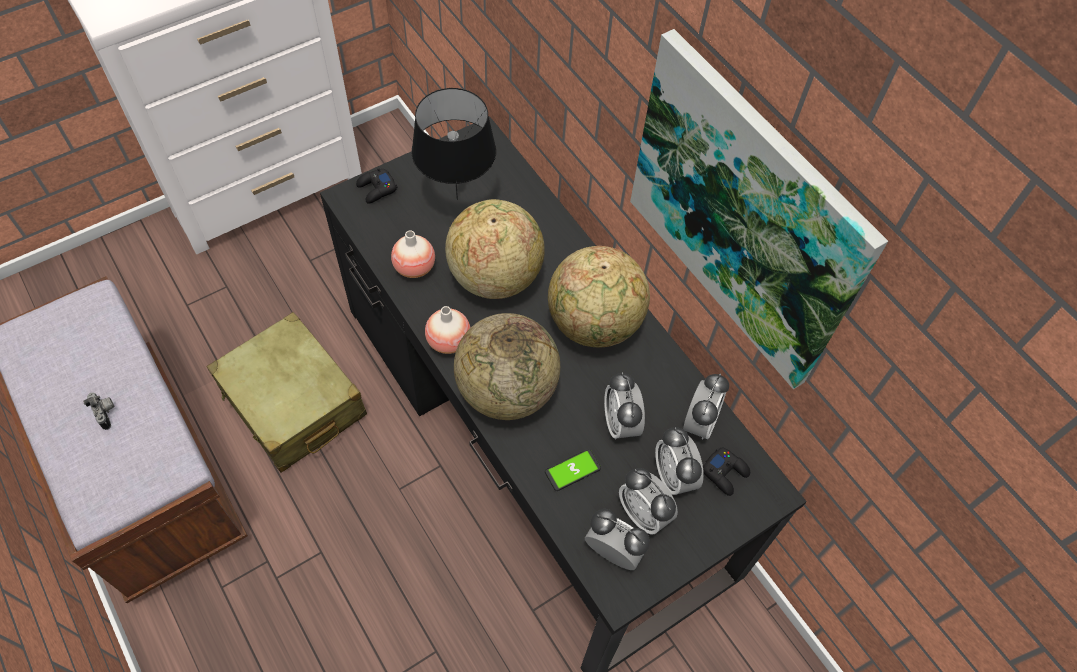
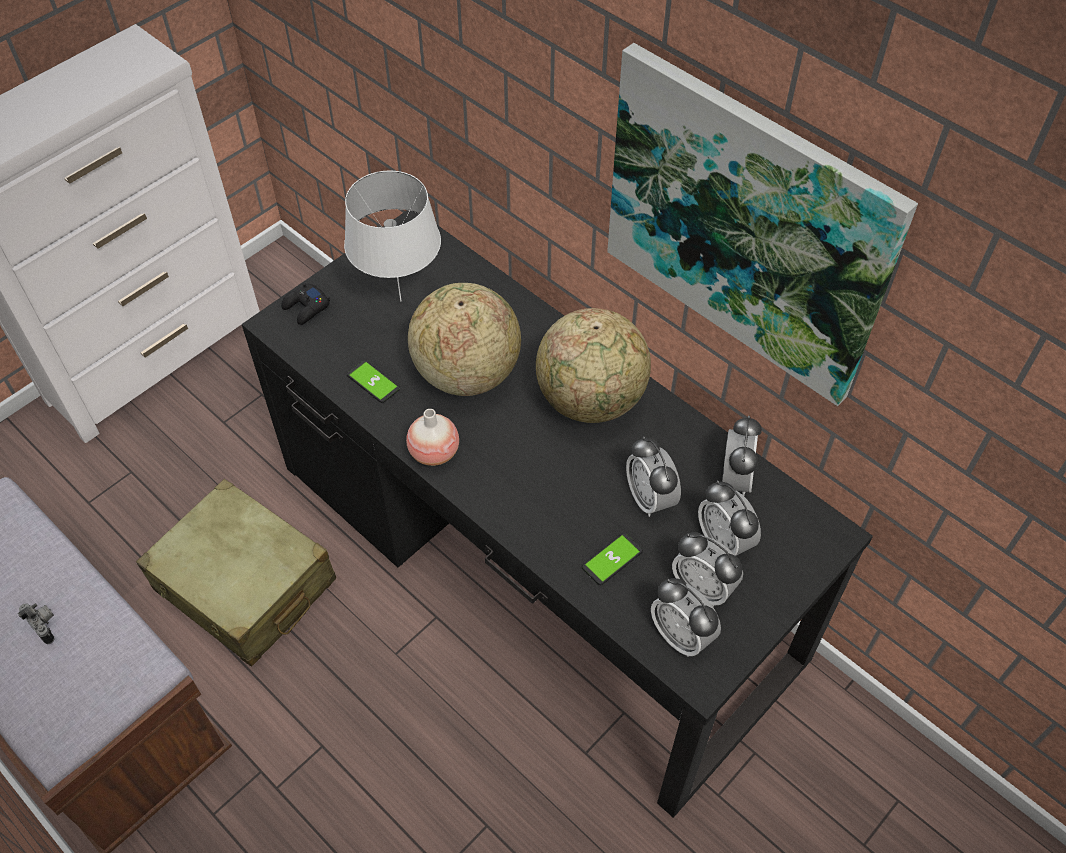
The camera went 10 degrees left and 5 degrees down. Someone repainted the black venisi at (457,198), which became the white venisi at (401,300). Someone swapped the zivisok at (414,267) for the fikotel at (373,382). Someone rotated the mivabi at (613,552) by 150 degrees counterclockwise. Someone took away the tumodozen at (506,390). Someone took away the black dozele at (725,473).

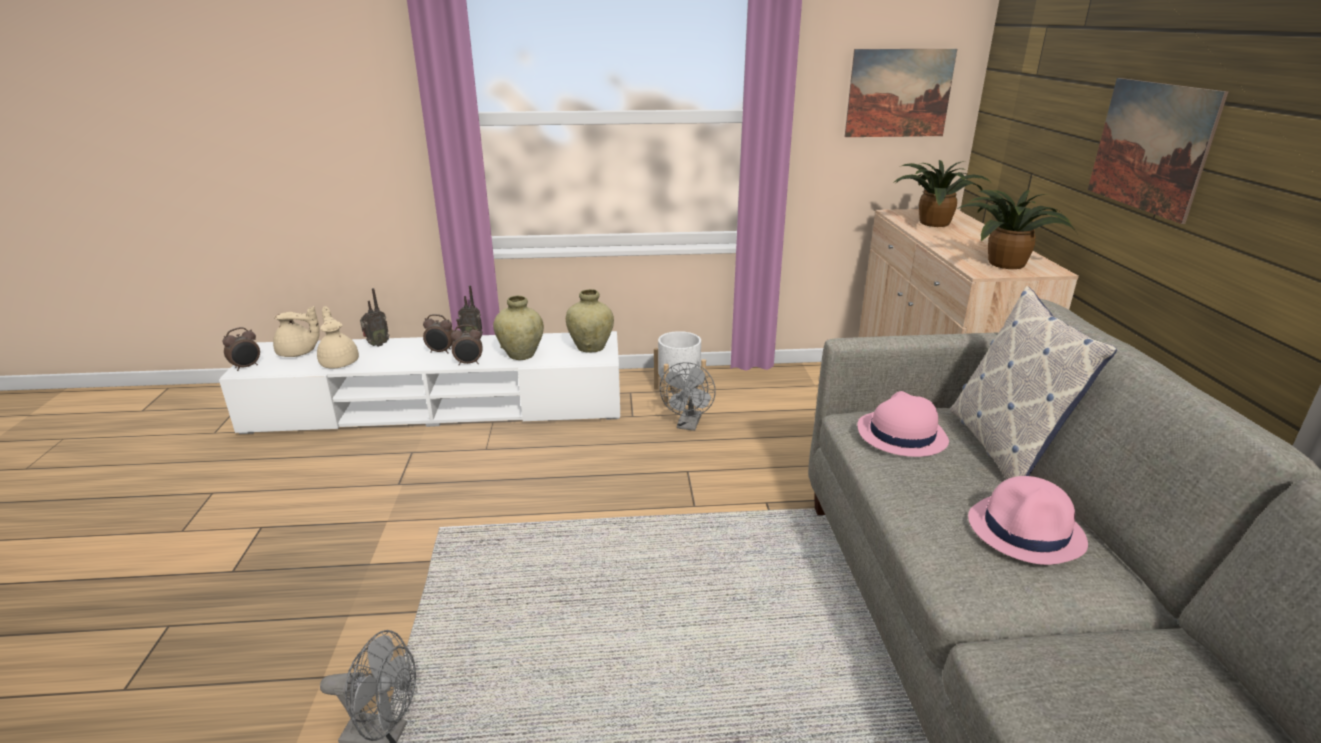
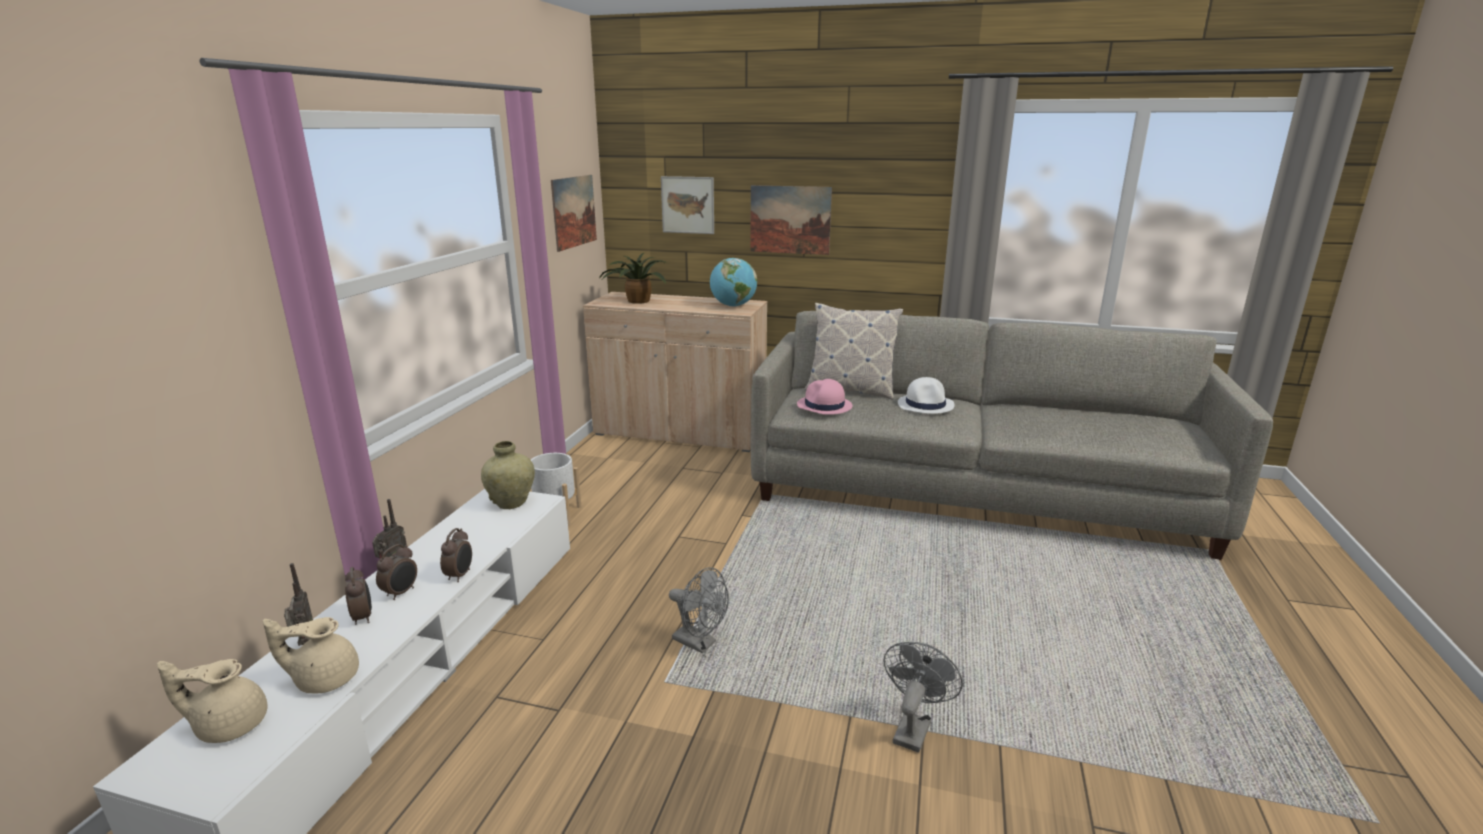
The camera went 70 degrees left and 5 degrees down. Someone rotated the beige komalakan at (298,353) by 120 degrees counterclockwise. Someone carried the mivabi from (247,367) to (363,617). Someone put up the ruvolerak at (688,205). Someone carried the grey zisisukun from (688,425) to (700,643). Someone swapped the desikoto at (1005,263) for the tumodozen at (733,306). Someone repainted the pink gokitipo at (1026,531), which became the white gokitipo at (926,405). Someone took away the beige zivisok at (521,355).

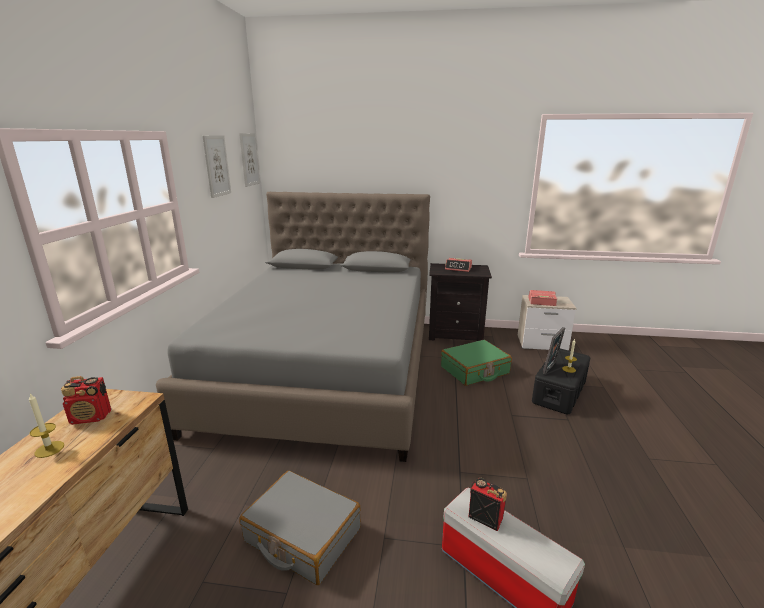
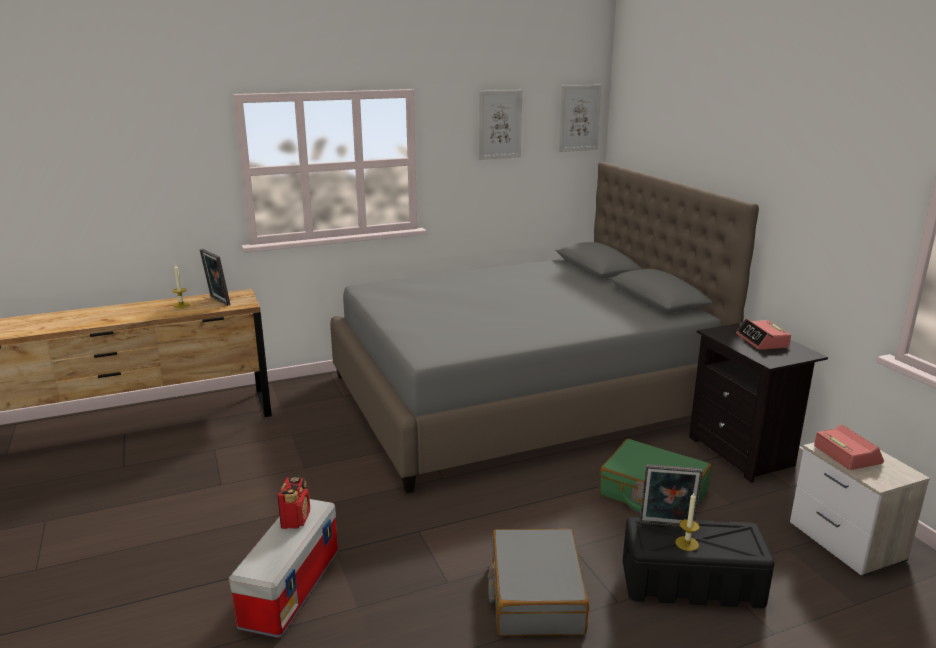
The camera went 60 degrees right and 0 degrees up. Someone swapped the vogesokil at (91,417) for the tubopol at (218,301). Someone carried the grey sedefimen from (302,535) to (535,595).

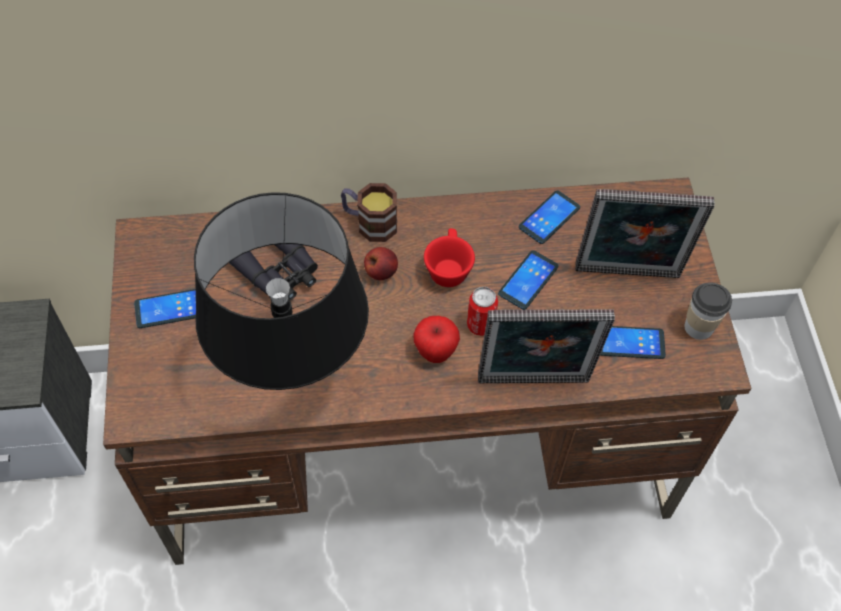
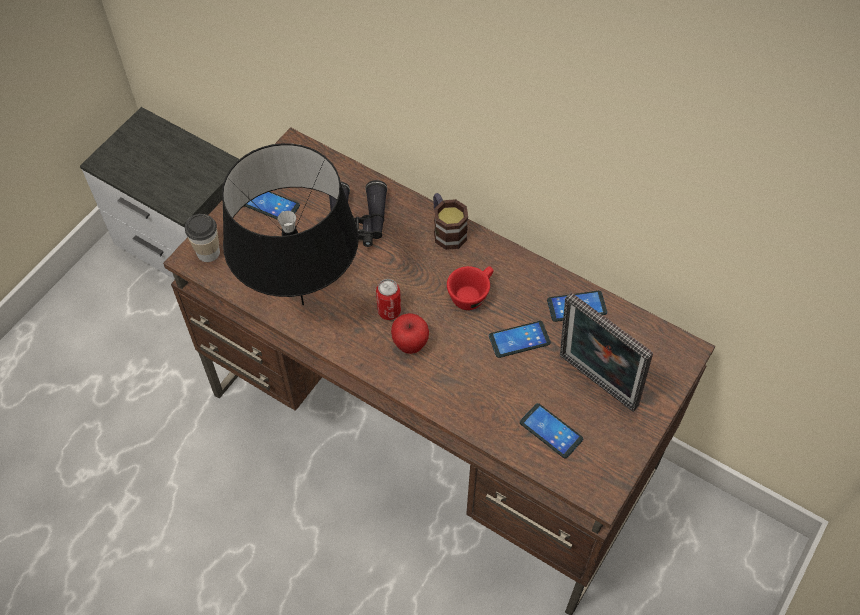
The camera went 40 degrees right and 0 degrees up. Someone carried the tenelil from (698,327) to (208,252). Someone carried the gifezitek from (480,325) to (389,311). Someone took away the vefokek at (381,272). Someone took away the tubopol at (533,385).

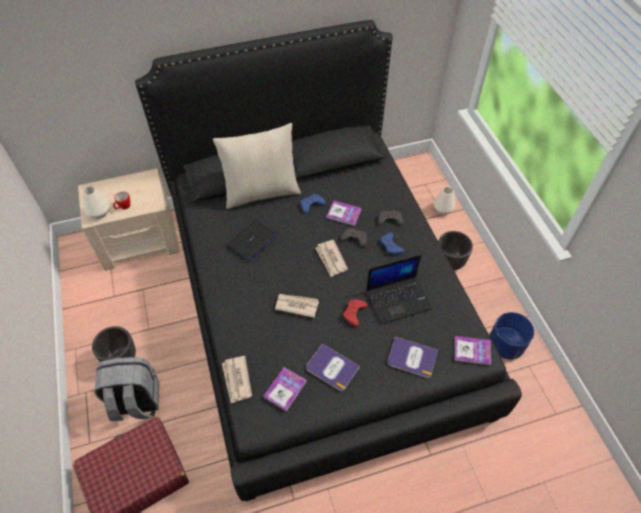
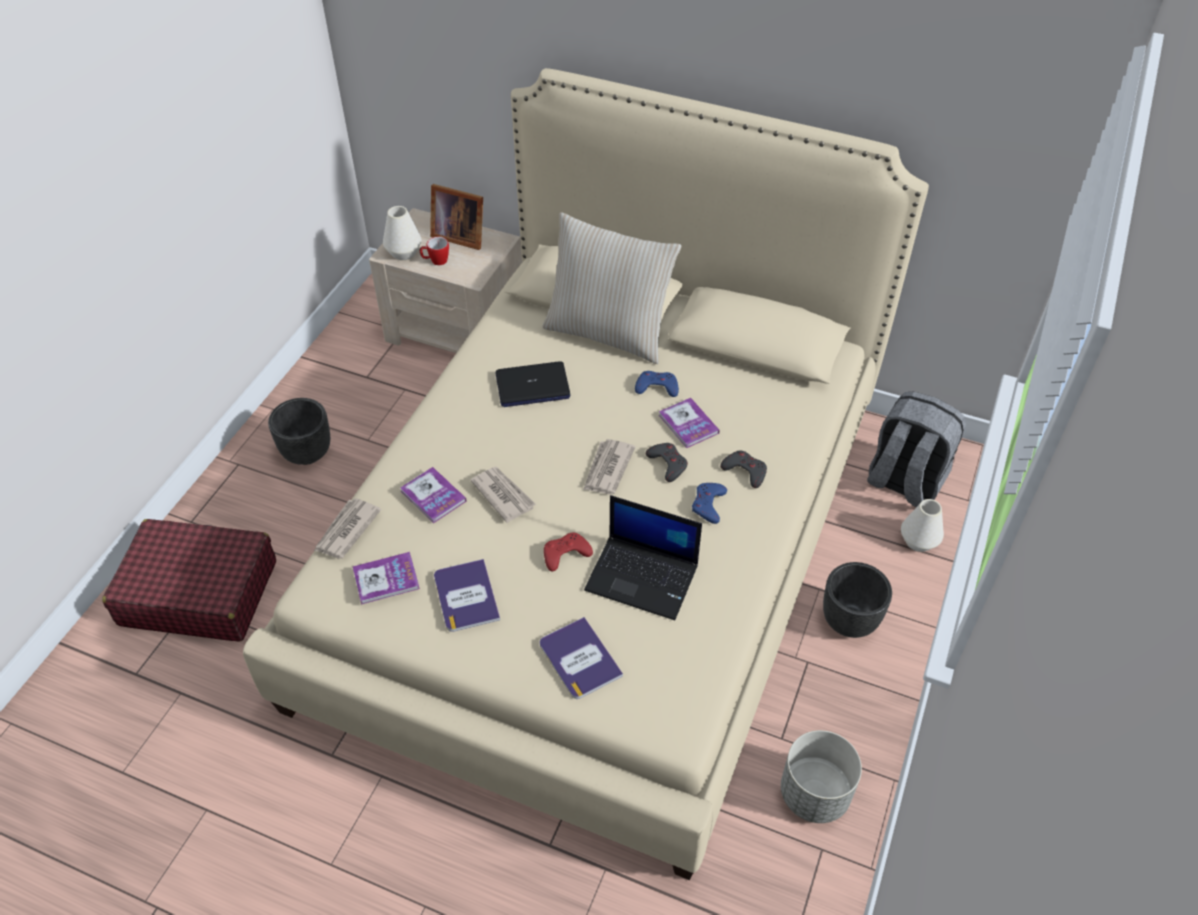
The camera went 40 degrees right and 5 degrees down. Someone repainted the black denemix at (319,304), which became the beige denemix at (598,550). Someone carried the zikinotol from (472,351) to (433,496). Someone put down the tubopol at (458,235). Someone repainted the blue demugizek at (505,345), which became the grey demugizek at (815,794). Someone carried the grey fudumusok from (136,402) to (904,482).

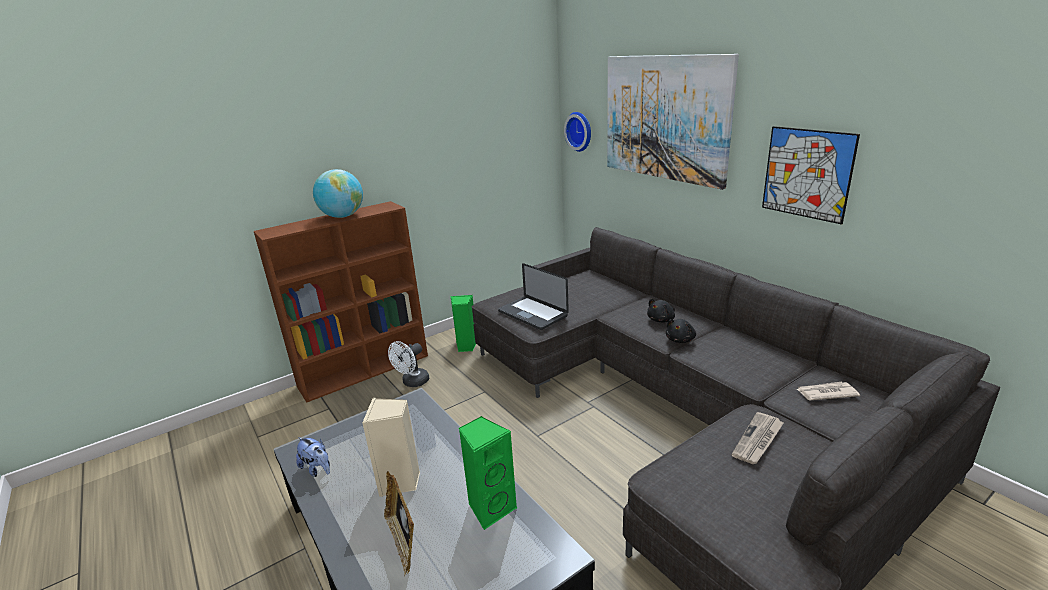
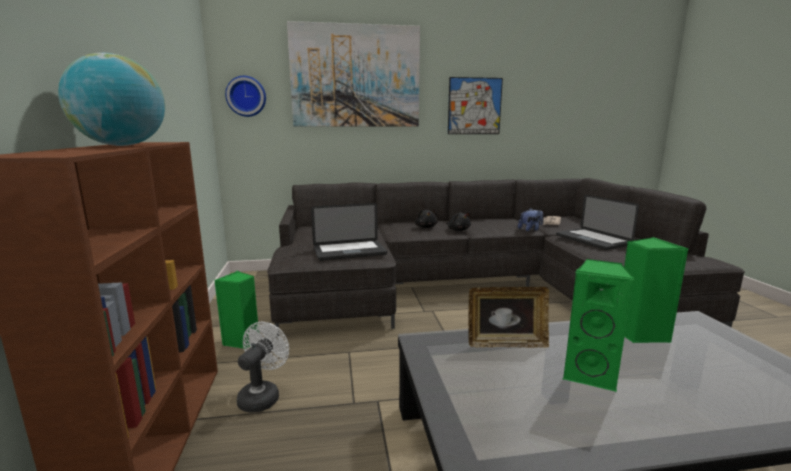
The camera went 65 degrees left and 10 degrees down. Someone rotated the white zisisukun at (412,382) by 135 degrees counterclockwise. Someone carried the tubopol from (403,542) to (506,343). Someone carried the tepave from (317,469) to (530,229). Someone swapped the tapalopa at (758,440) for the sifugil at (592,240). Someone repainted the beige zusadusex at (400,482), which became the green zusadusex at (590,374).

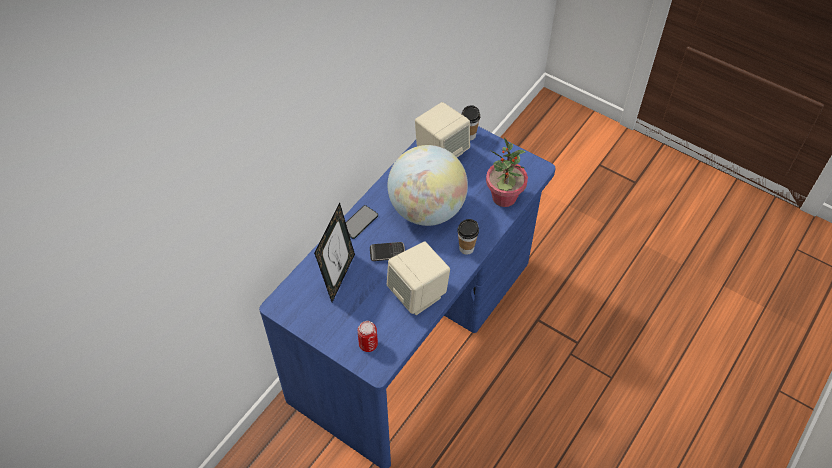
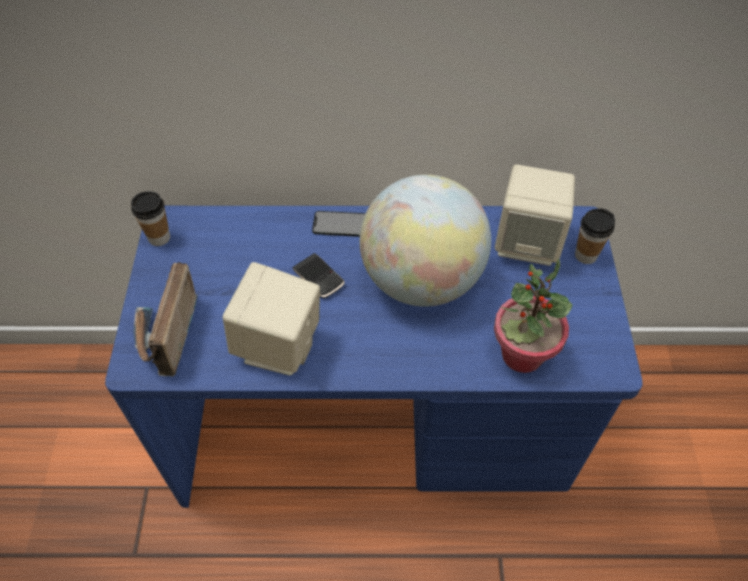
The camera went 55 degrees right and 0 degrees up. Someone carried the tenelil from (466,248) to (159,238). Someone swapped the gifezitek at (368,344) for the vogesokil at (165,337). Someone took away the tubopol at (338,276).

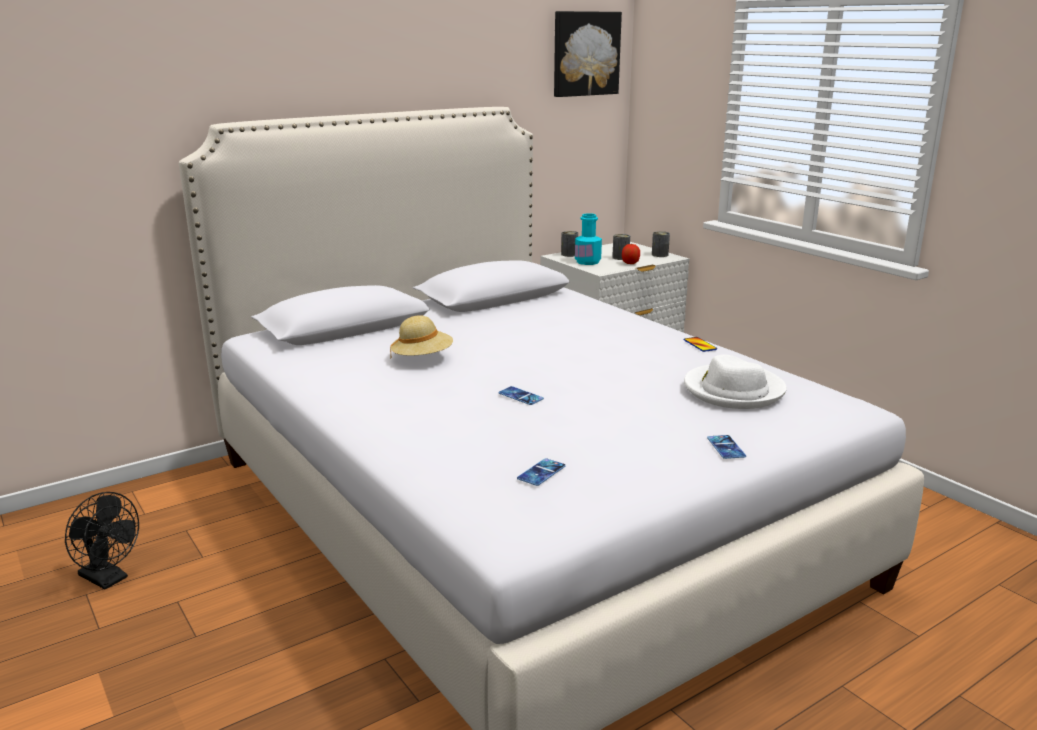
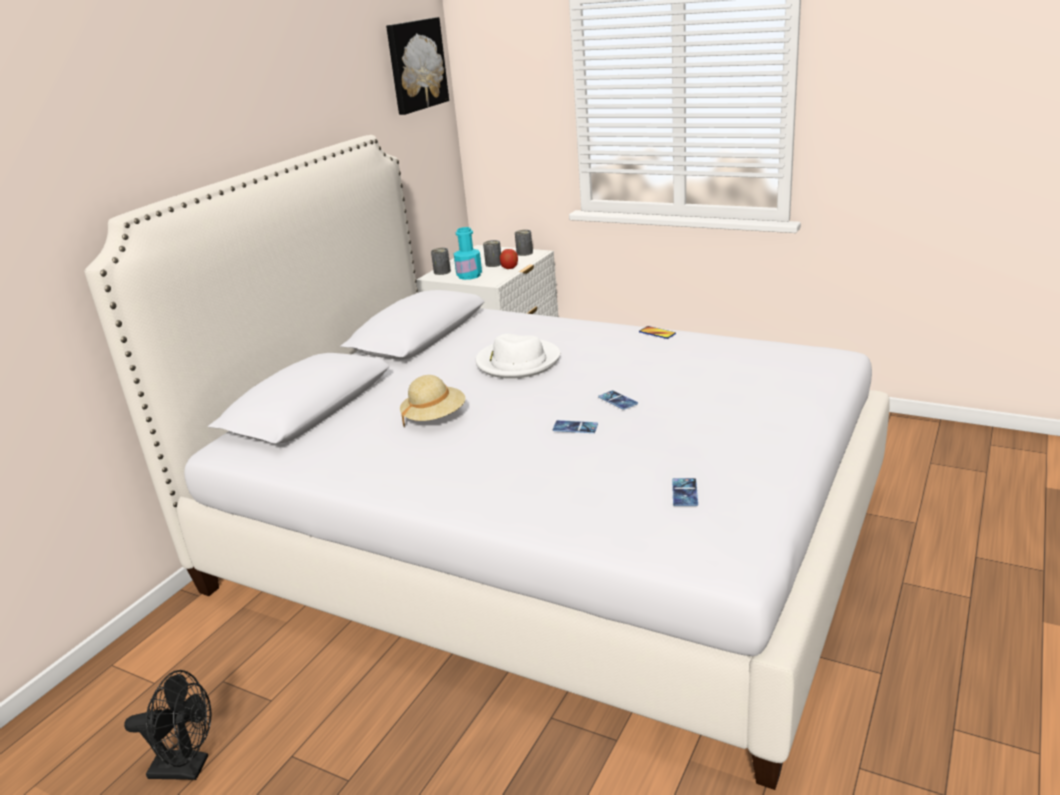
The camera went 25 degrees left and 5 degrees up. Someone carried the white gokitipo from (733,390) to (517,362). Someone carried the fikotel from (726,447) to (618,400).

